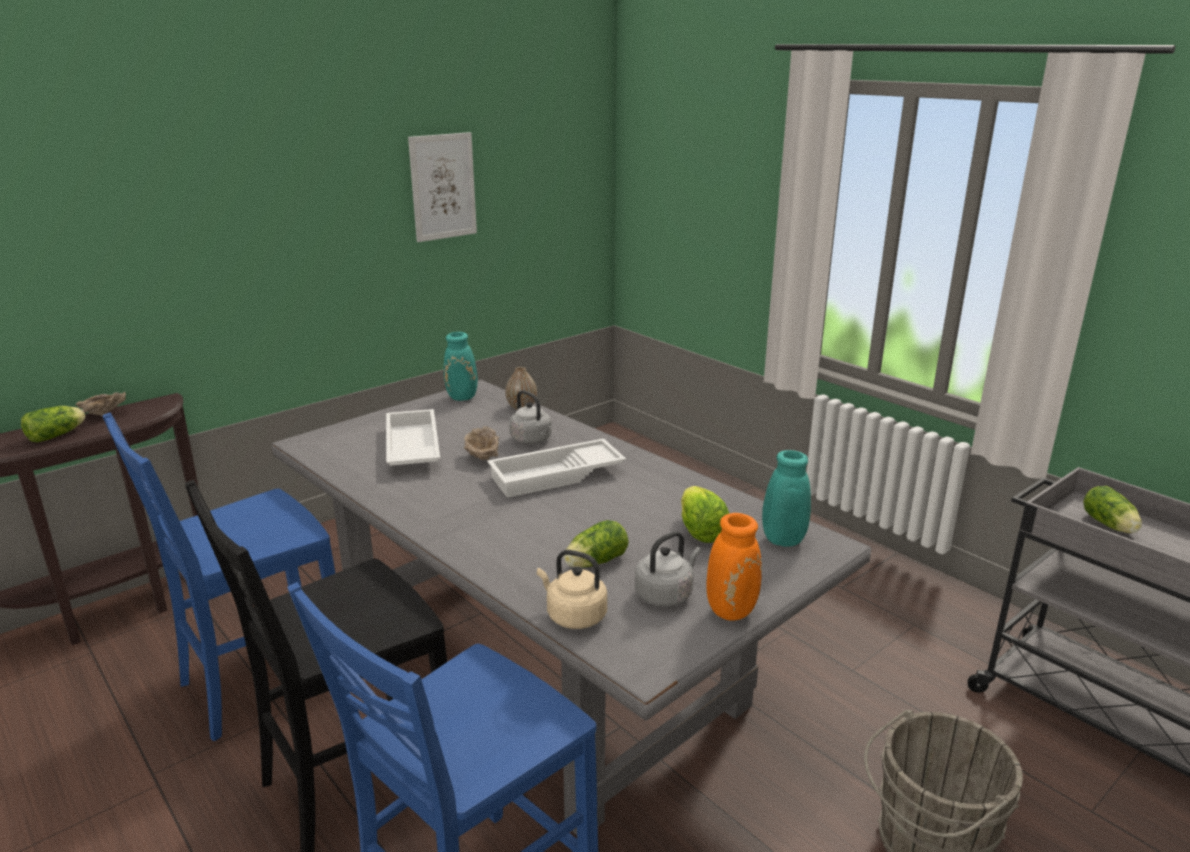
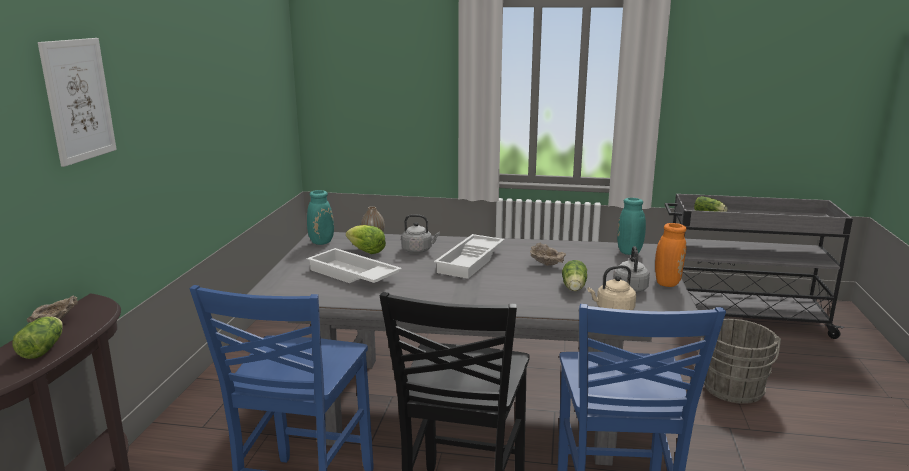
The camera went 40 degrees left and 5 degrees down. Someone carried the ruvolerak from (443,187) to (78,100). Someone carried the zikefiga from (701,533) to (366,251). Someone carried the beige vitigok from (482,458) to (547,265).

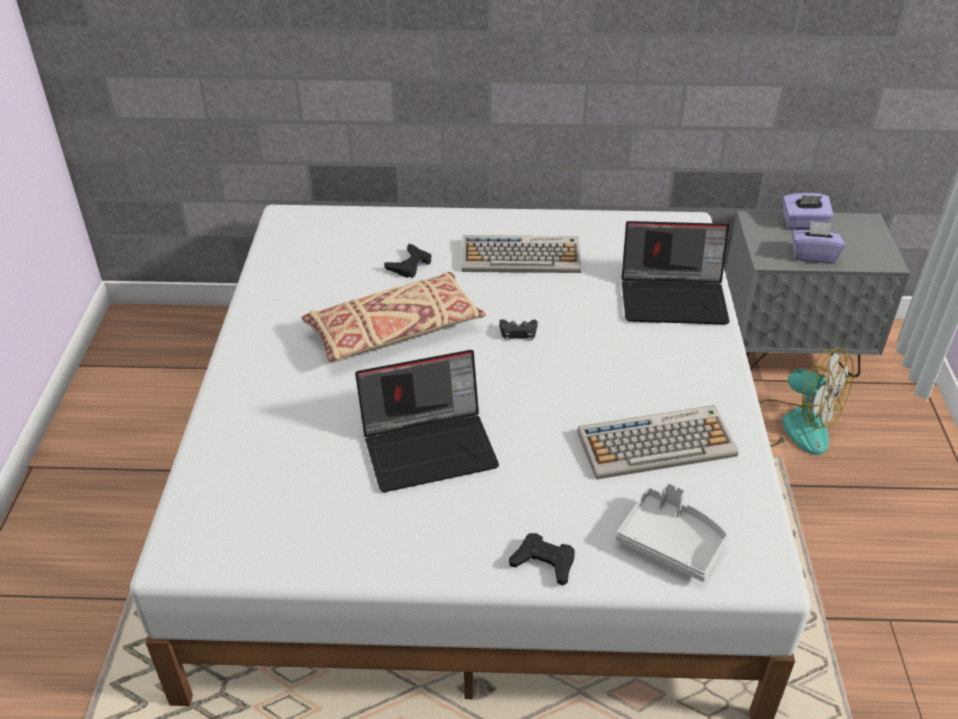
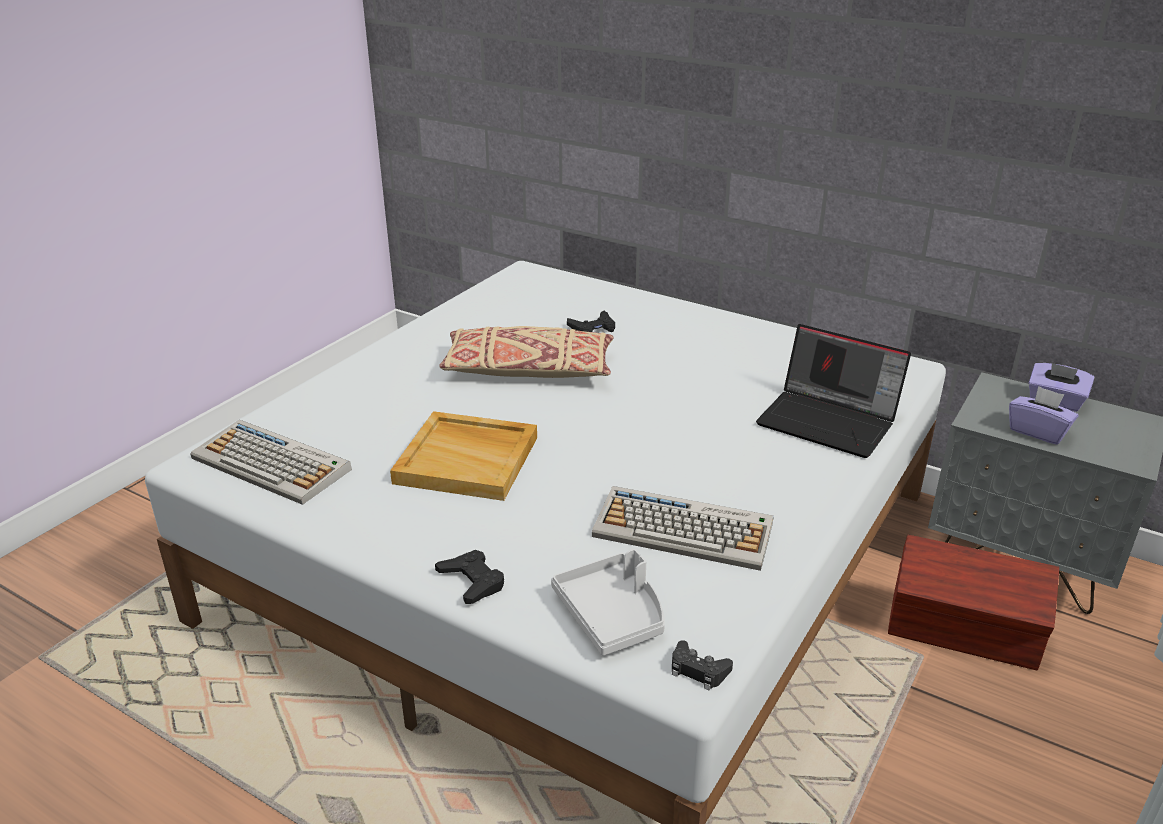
The camera went 30 degrees right and 10 degrees down. Someone carried the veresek from (521,256) to (273,464). Someone swapped the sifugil at (430,446) for the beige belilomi at (468,459). Someone carried the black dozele from (518,333) to (698,670). Someone swapped the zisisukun at (793,426) for the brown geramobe at (963,632).

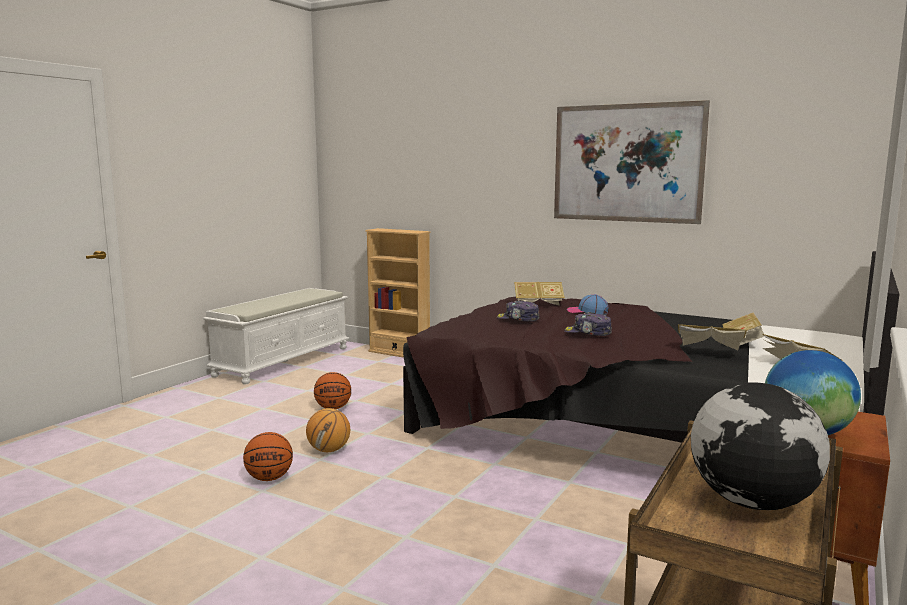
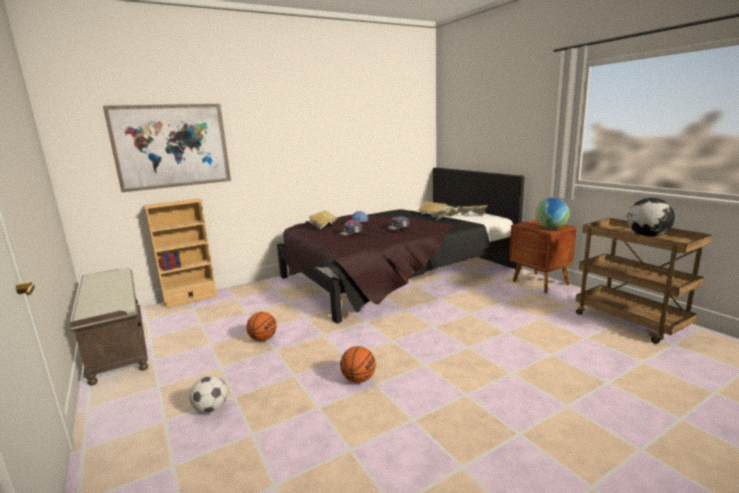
The camera went 60 degrees left and 5 degrees up. Someone repainted the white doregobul at (283,361), which became the brown doregobul at (117,344). Someone carried the ruvolerak from (627,163) to (172,146). Someone put down the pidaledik at (211,409). Someone took away the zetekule at (329,450).

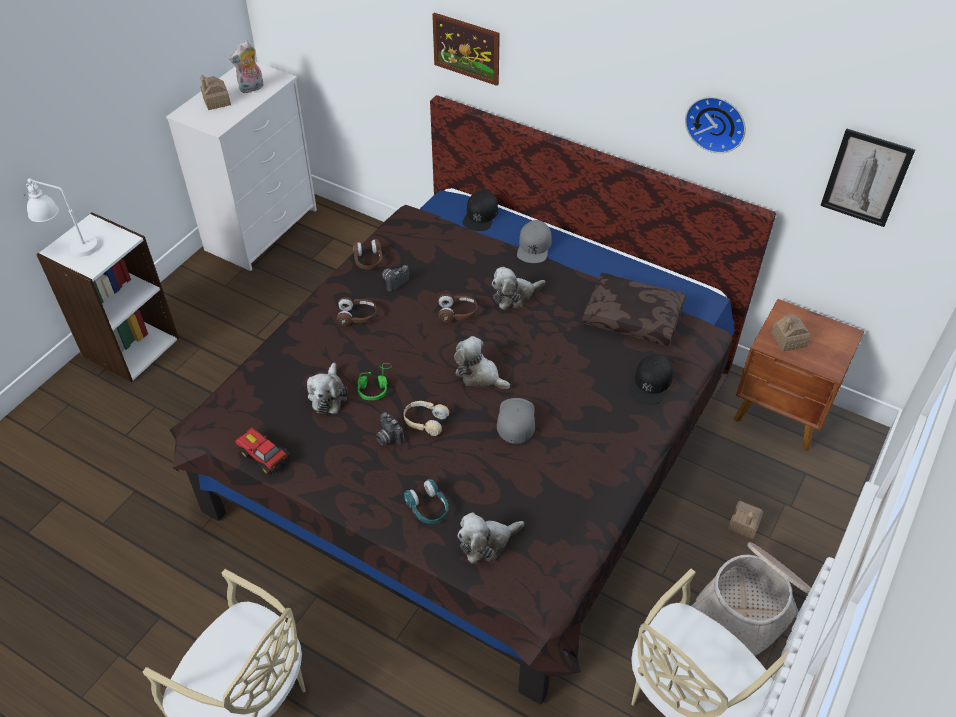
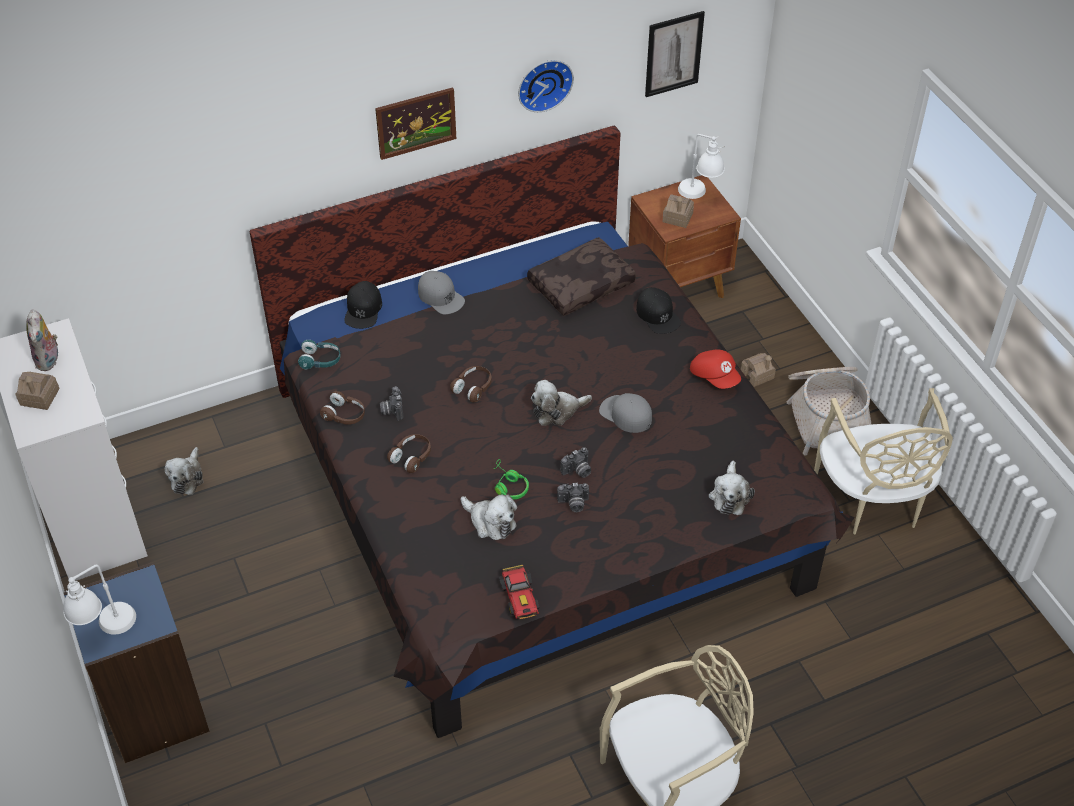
The camera went 55 degrees left and 0 degrees up. Someone repainted the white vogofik at (130,346), which became the blue vogofik at (154,712). Someone carried the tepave from (515,296) to (187,477). Someone carried the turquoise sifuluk from (428,508) to (320,360). Someone rotated the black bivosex at (480,215) by 45 degrees clockwise. Someone carried the ruvolerak from (466,48) to (416,122). Someone rotated the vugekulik at (263,455) by 90 degrees counterclockwise. Someone swapped the beige sifuluk at (425,421) for the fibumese at (577,471). Someone put down the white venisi at (699,196). Someone put down the red bivosex at (715,376).

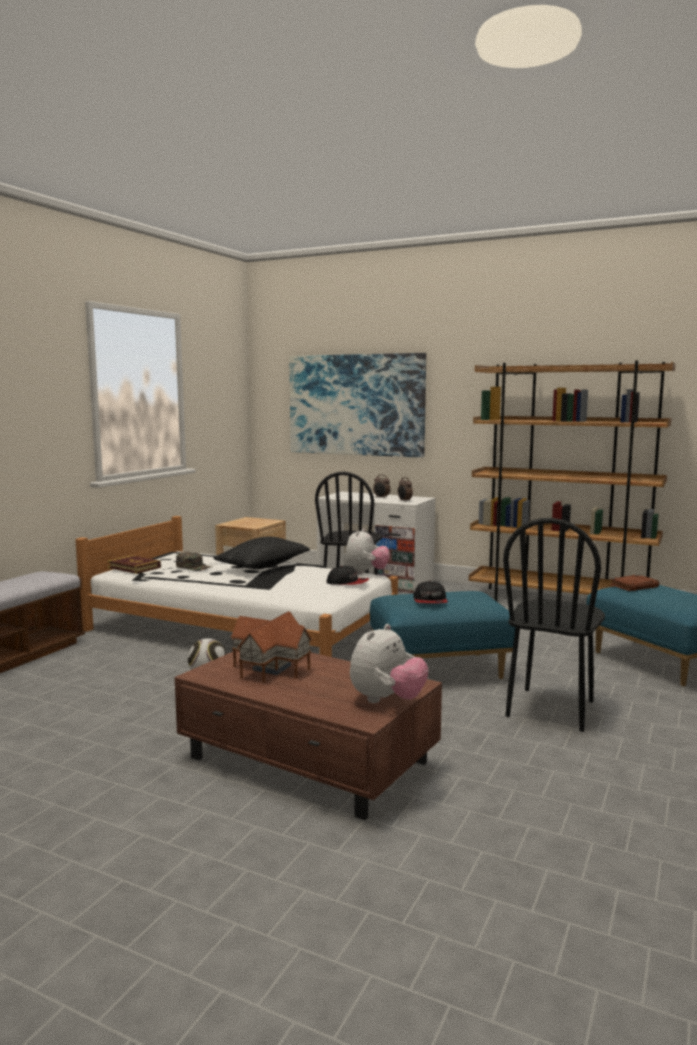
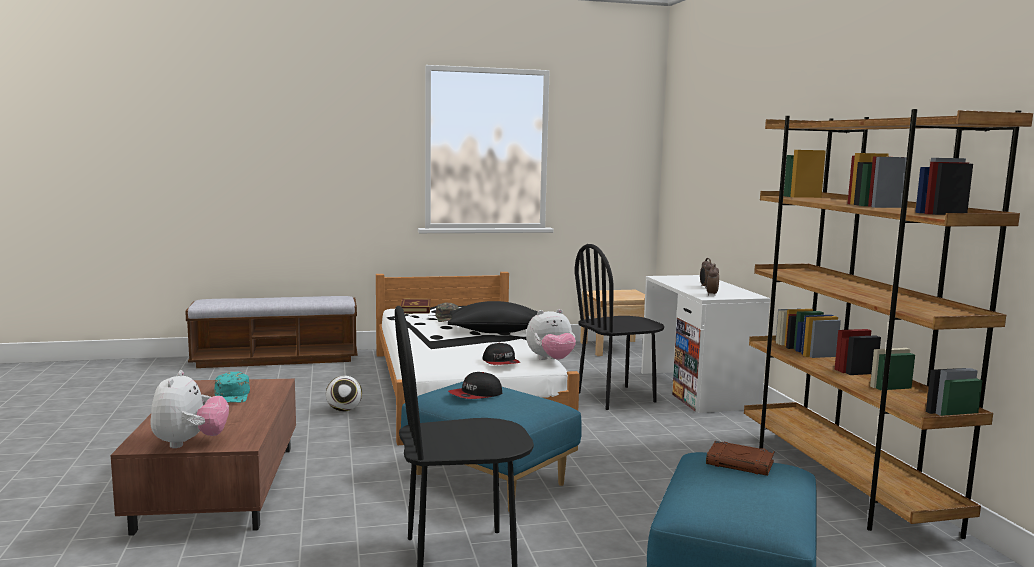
The camera went 50 degrees right and 0 degrees up. Someone rotated the tepave at (387,700) by 90 degrees counterclockwise. Someone swapped the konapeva at (271,667) for the turquoise bivosex at (232,396). Someone took away the ruvolerak at (356,405).

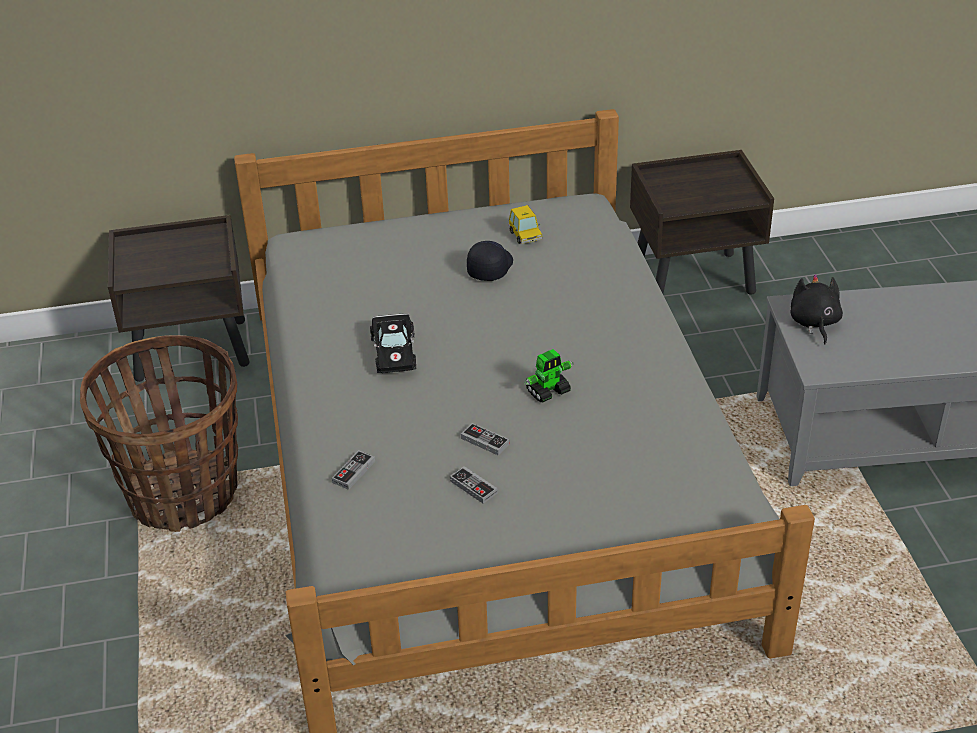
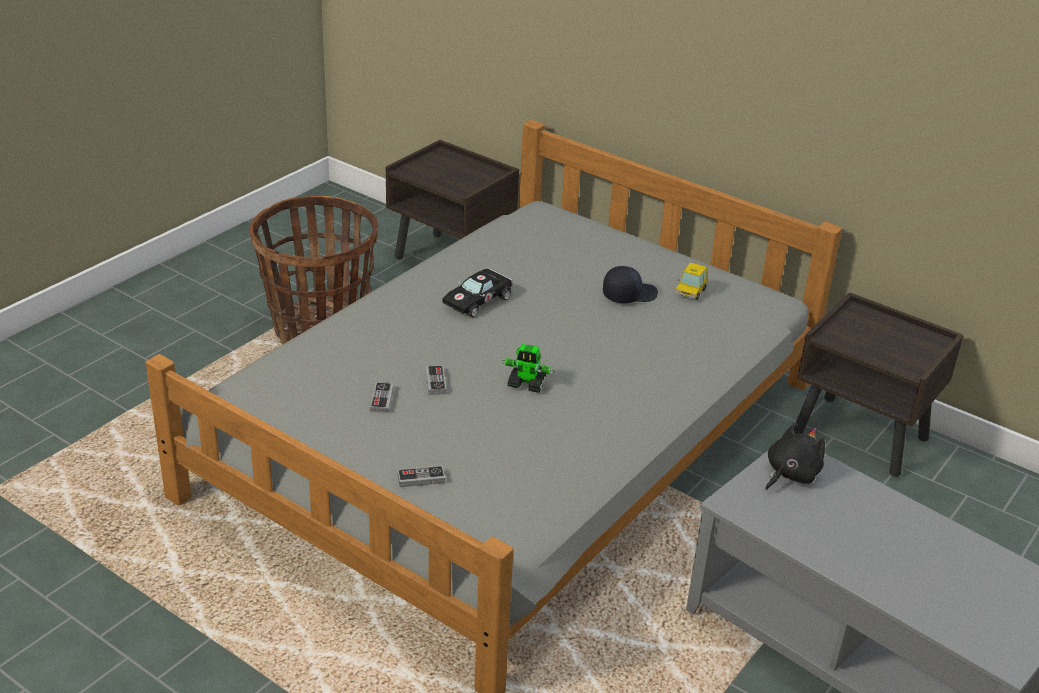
The camera went 45 degrees right and 5 degrees down. Someone carried the dozele from (354,472) to (421,478).

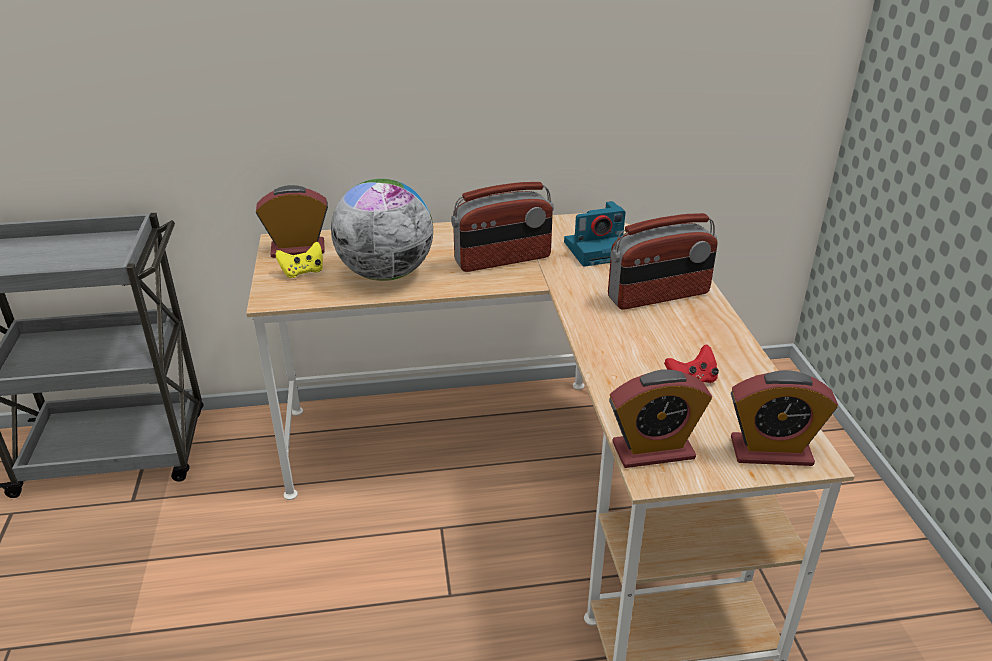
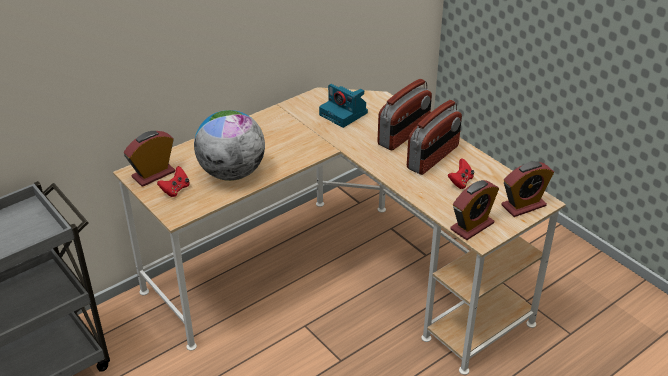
The camera went 30 degrees left and 5 degrees up. Someone repainted the yellow dozele at (302,272), which became the red dozele at (175,190). Someone rotated the fibumese at (597,250) by 90 degrees clockwise. Someone carried the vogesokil from (503,260) to (433,157).

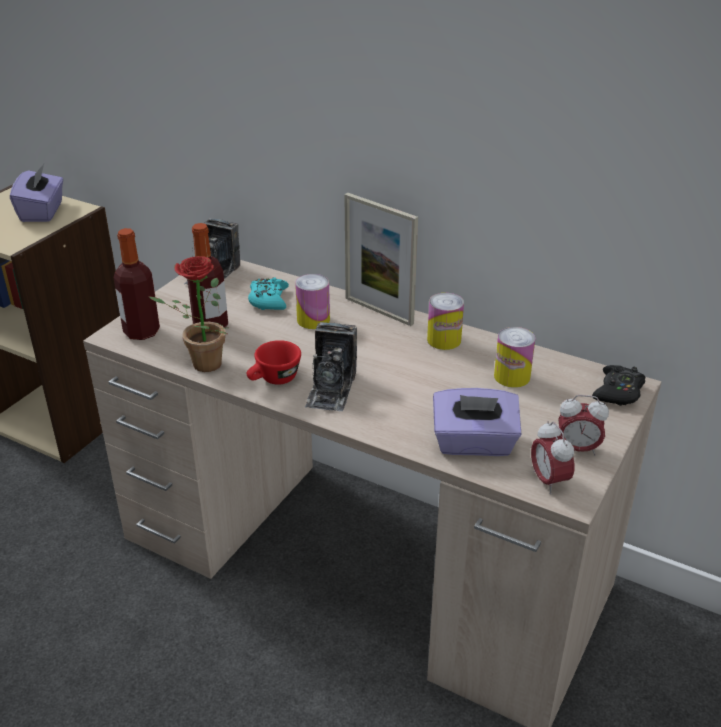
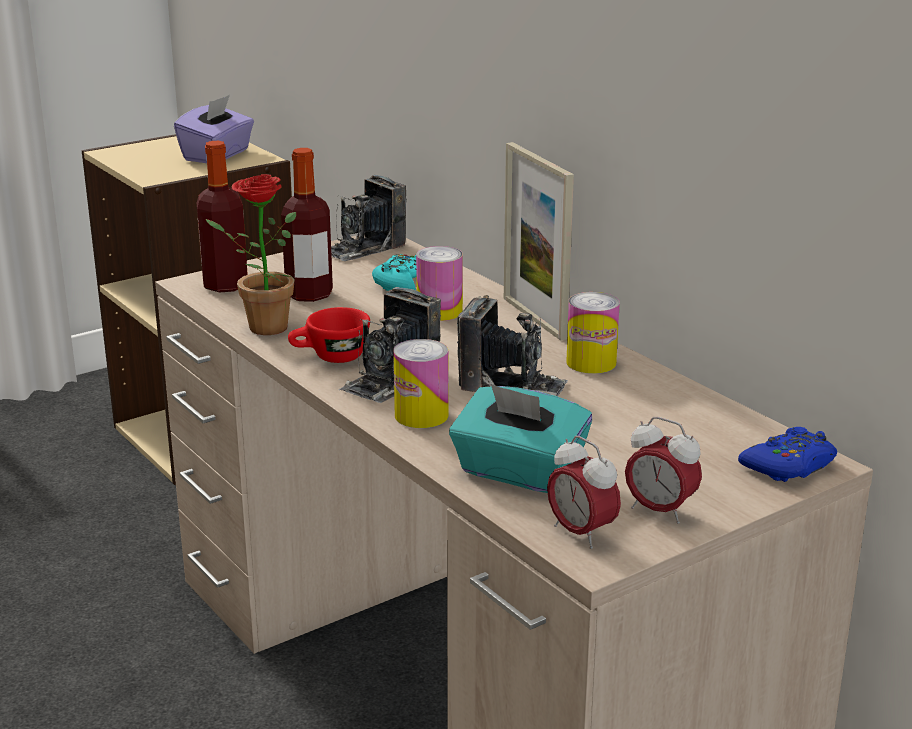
The camera went 25 degrees right and 10 degrees down. Someone carried the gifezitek from (512,376) to (421,415). Someone repainted the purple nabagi at (474,444), which became the turquoise nabagi at (518,472). Someone put down the fibumese at (512,385). Someone rotated the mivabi at (548,481) by 45 degrees counterclockwise. Someone repainted the black dozele at (618,392), which became the blue dozele at (789,466).

